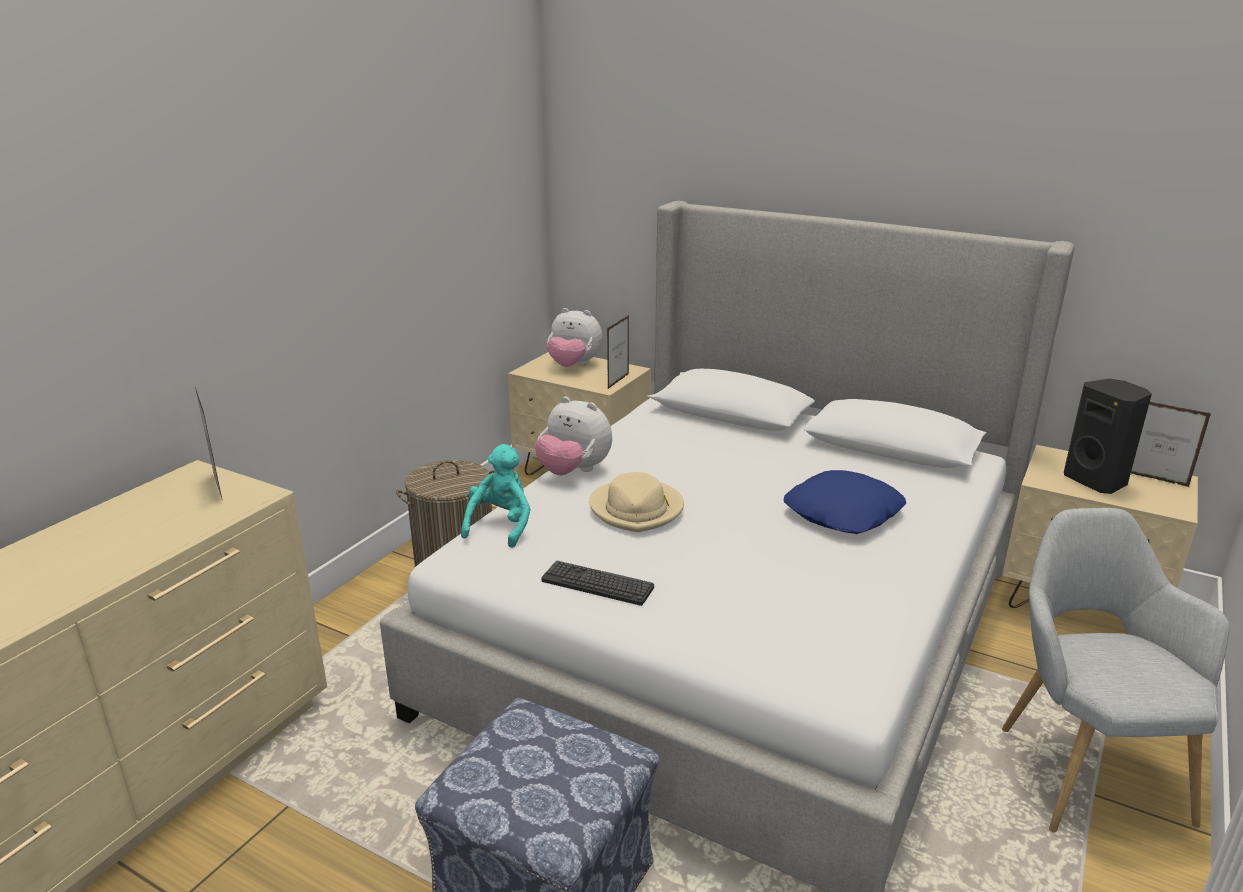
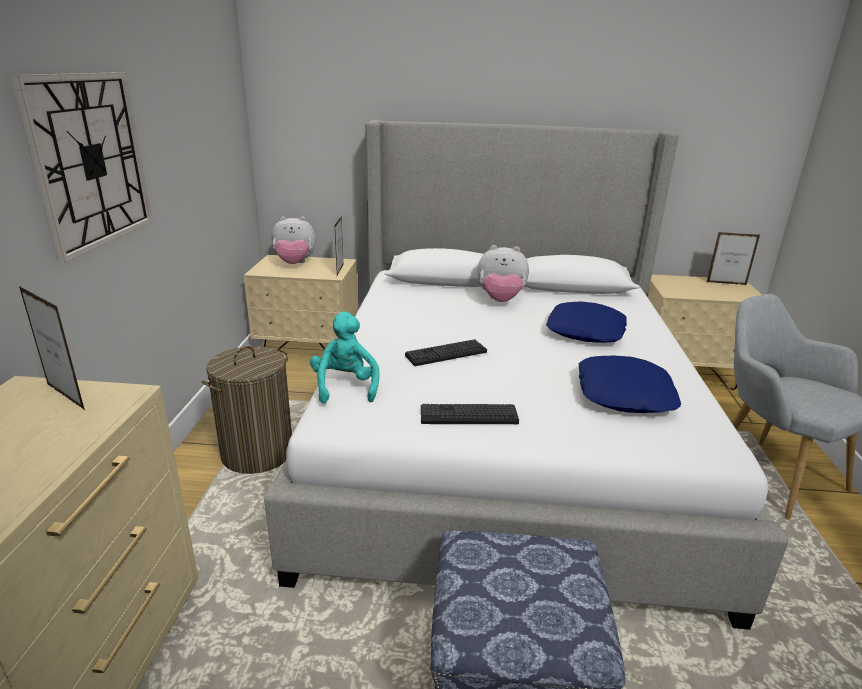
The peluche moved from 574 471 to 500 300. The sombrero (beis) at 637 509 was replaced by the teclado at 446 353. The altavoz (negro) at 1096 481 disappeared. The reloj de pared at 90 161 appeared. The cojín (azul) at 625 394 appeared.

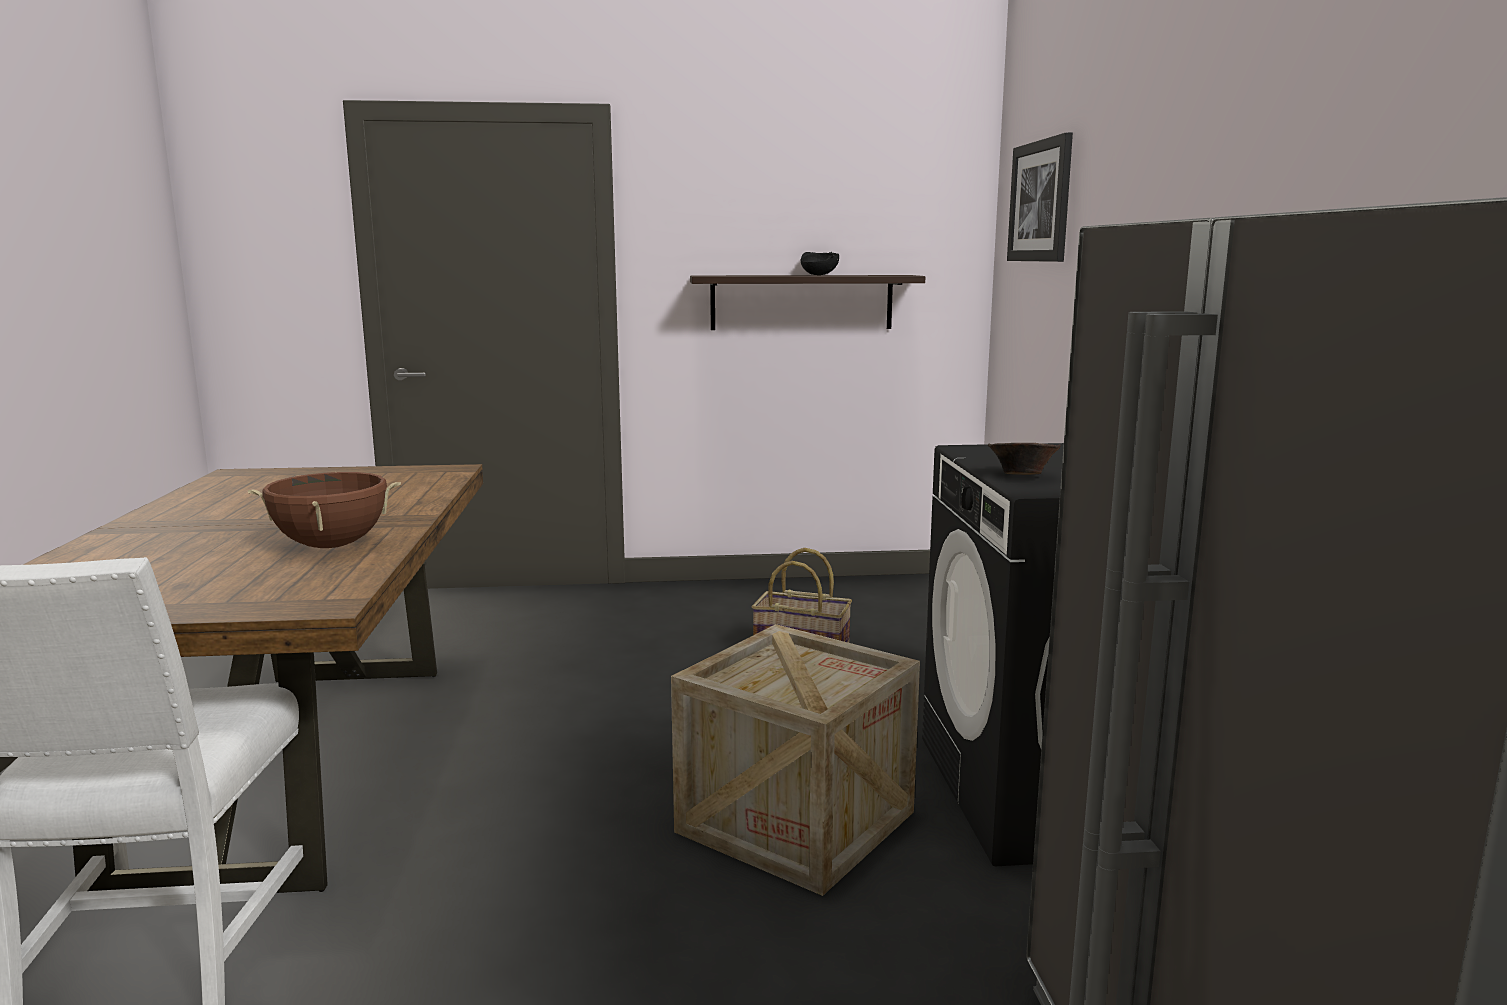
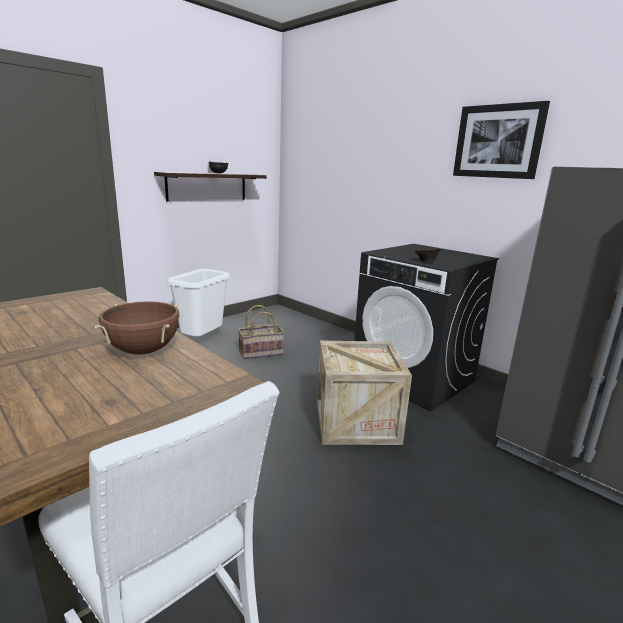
The cuadro moved from 1041 201 to 498 141. The papelera (blanco) at 202 340 appeared.

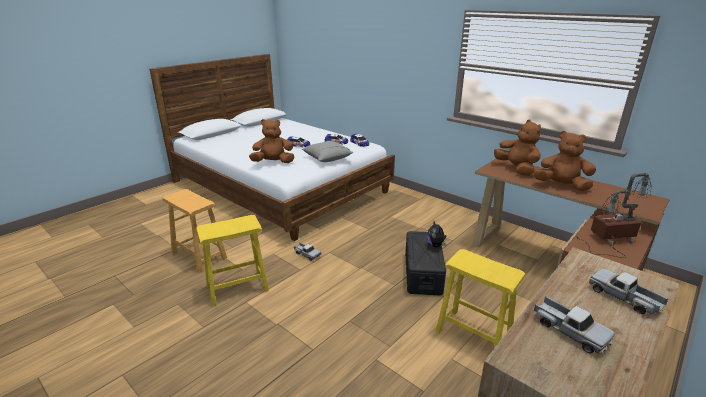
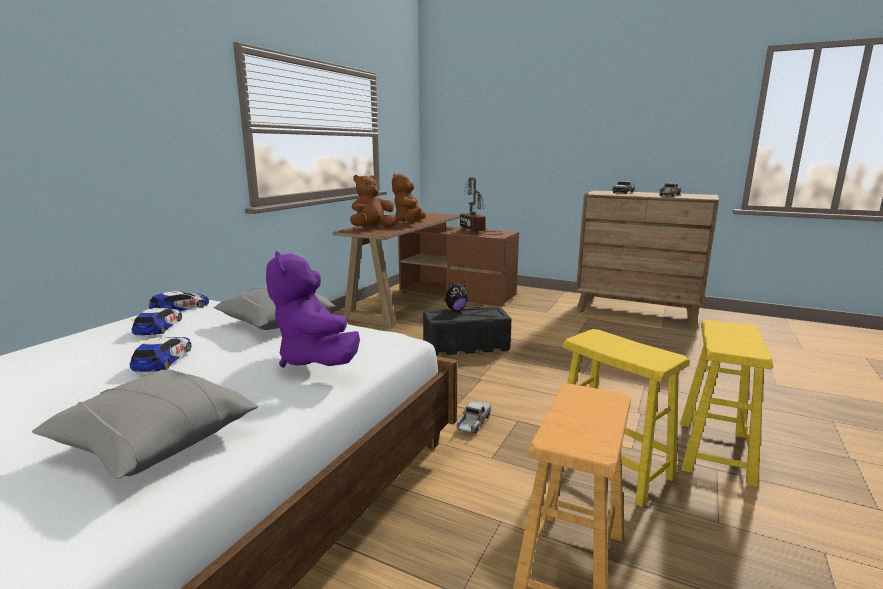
The peluche (marrón) at 273 162 became the peluche (morado) at 315 360. The taburete (amarillo) moved from 473 334 to 715 452. The cojín (gris) at 154 442 appeared.

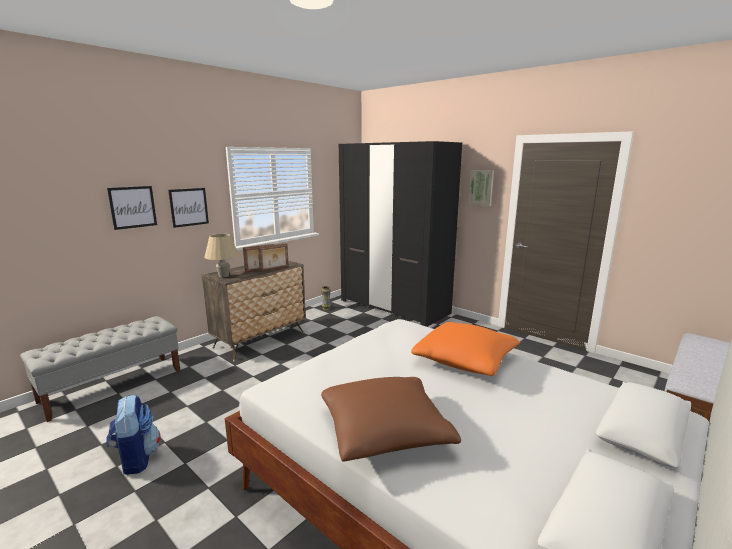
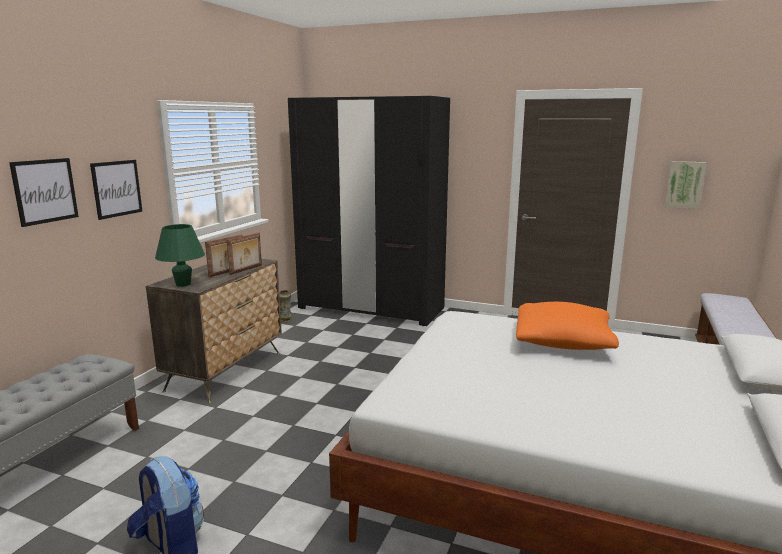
The lámpara de mesa (beis) at 223 276 became the lámpara de mesa (verde) at 183 284. The cojín (marrón) at 384 432 disappeared. The cuadro moved from 481 187 to 685 184.

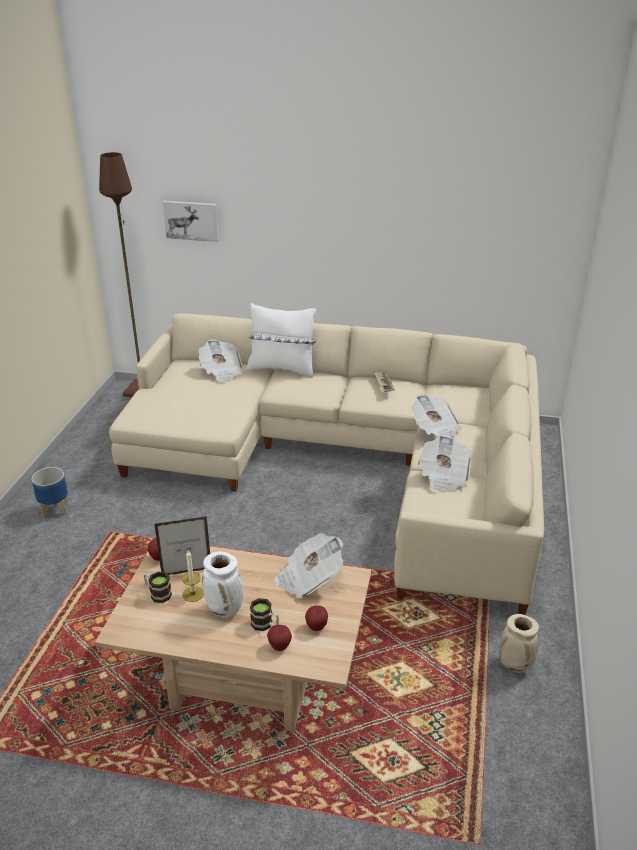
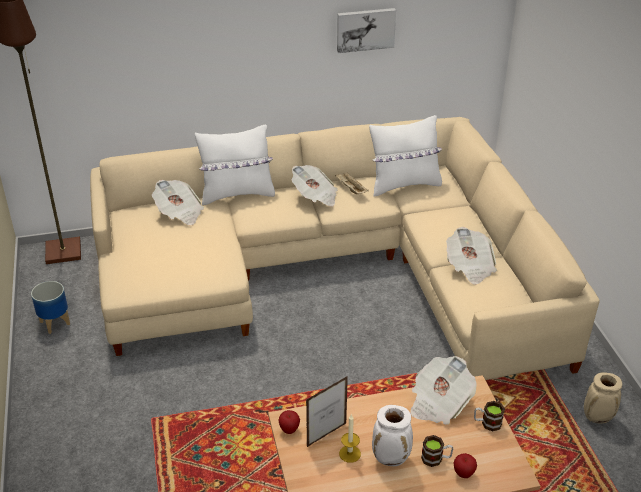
The maceta moved from 55 510 to 55 323. The taza grande moved from 157 594 to 487 423. The cuadro moved from 192 220 to 365 29. The manzana at 316 627 disappeared. The periódico moved from 435 430 to 315 196. The cojín (blanco) at 404 185 appeared.

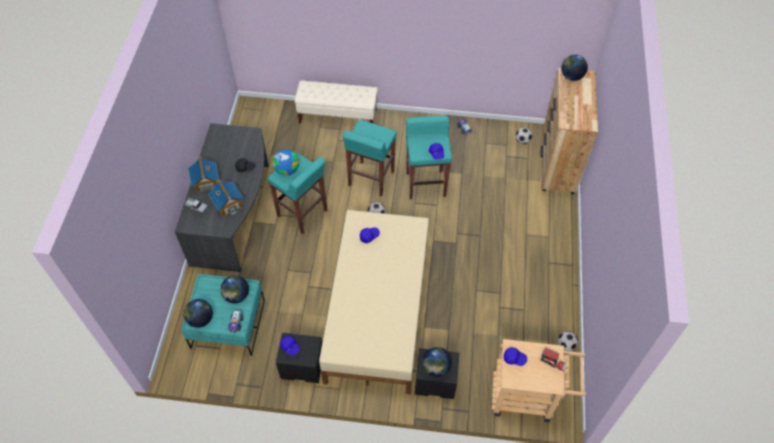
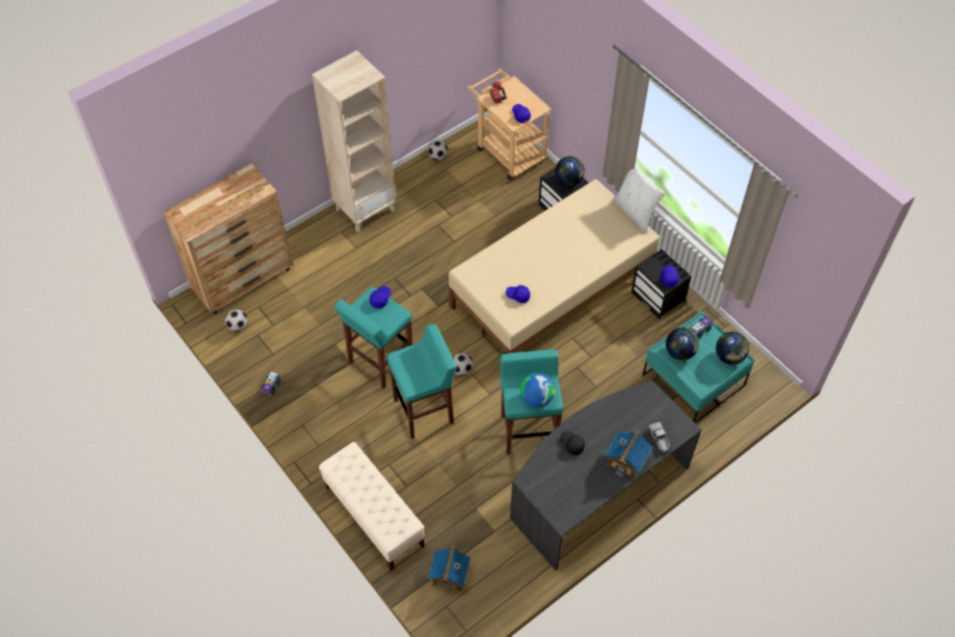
The casita moved from 228 204 to 449 575. The globo terráqueo at 571 76 disappeared. The estantería (beis) at 365 209 appeared. The cojín (blanco) at 635 212 appeared.

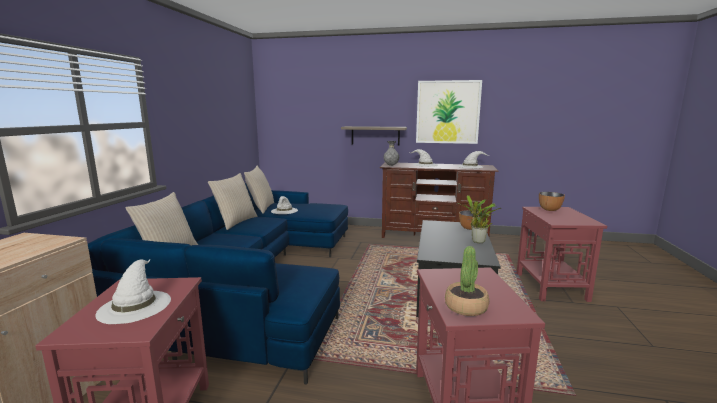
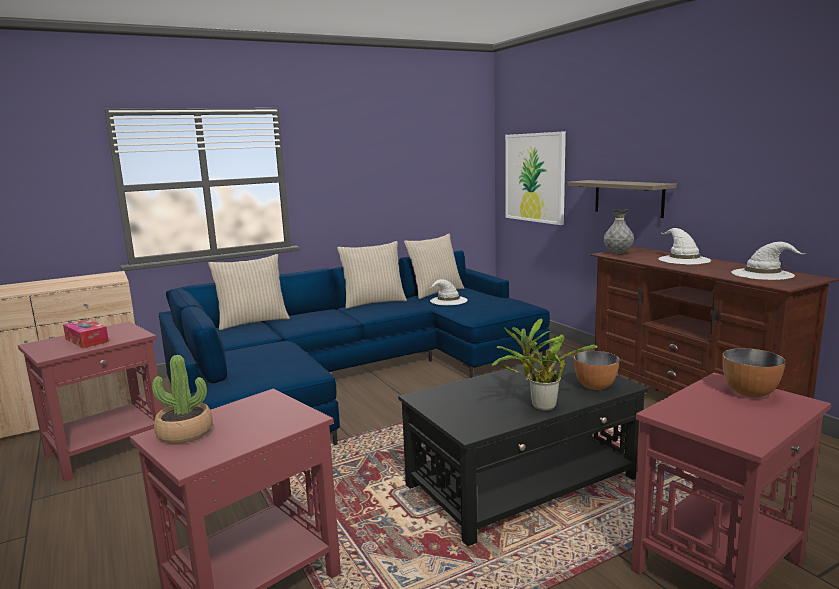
The sombrero (blanco) at 135 305 was replaced by the caja de pañuelos at 87 340. The cuadro moved from 447 112 to 535 177.

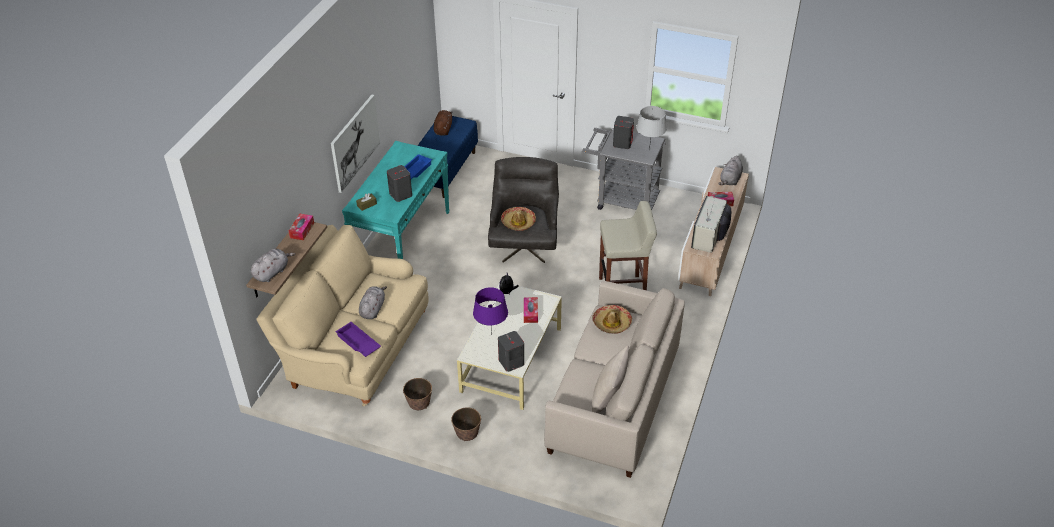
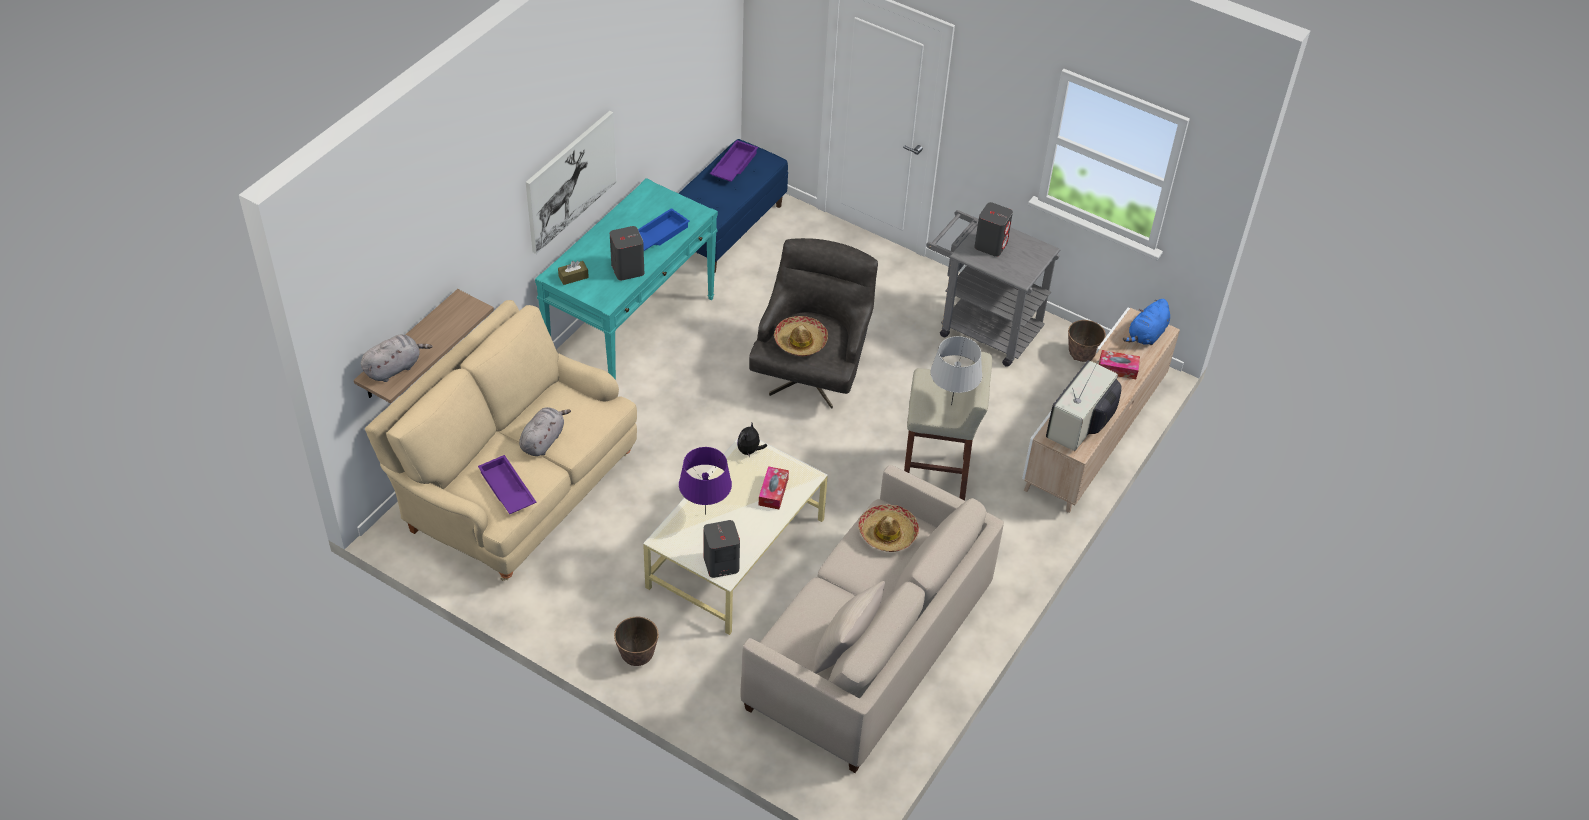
The caja de pañuelos at 302 230 disappeared. The maceta moved from 419 405 to 1081 357. The peluche (marrón) at 443 129 was replaced by the bandeja (morado) at 733 165. The lámpara de mesa (gris) moved from 649 150 to 951 405. The peluche (gris) at 730 180 became the peluche (azul) at 1146 335.

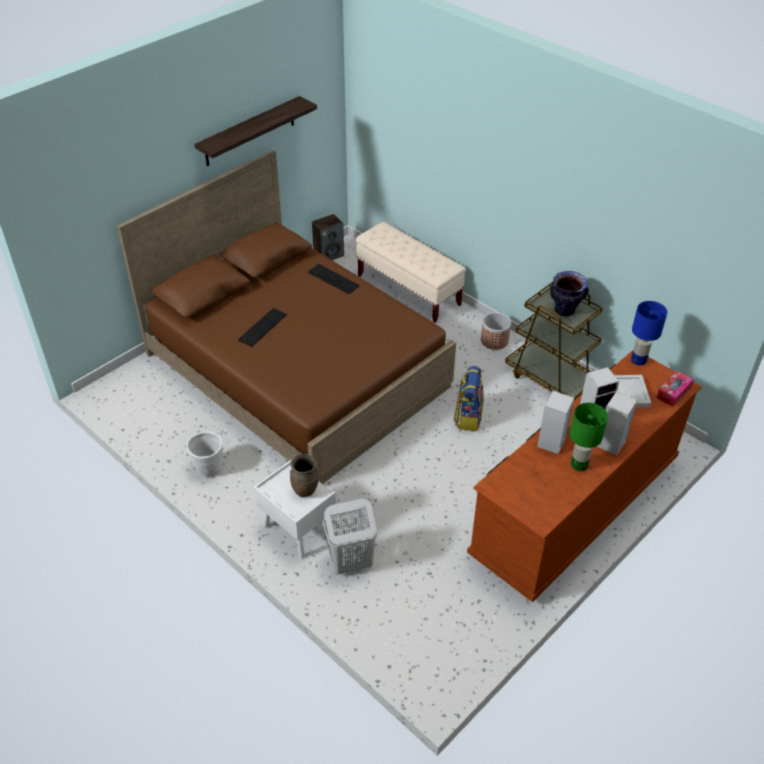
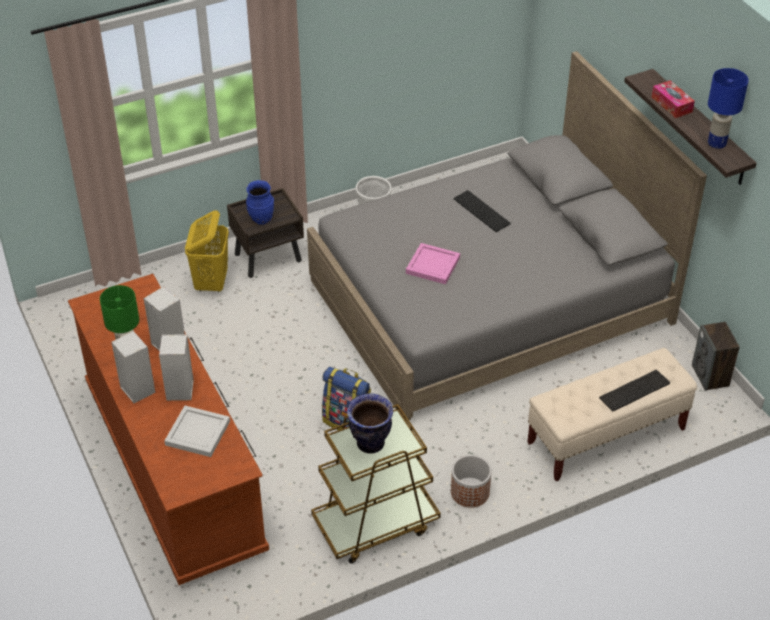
The cama (marrón) at 297 369 became the cama (gris) at 490 301. The mesita de noche (blanco) at 297 530 became the mesita de noche (marrón) at 268 257. The florero (marrón) at 305 490 became the florero (azul) at 261 219. The teclado moved from 334 278 to 635 392. The cesto de la ropa (blanco) at 350 563 became the cesto de la ropa (amarillo) at 211 282. The lámpara de mesa (azul) moved from 638 361 to 716 143. The caja de pañuelos moved from 673 393 to 671 104. The bandeja (rosa) at 432 265 appeared.

